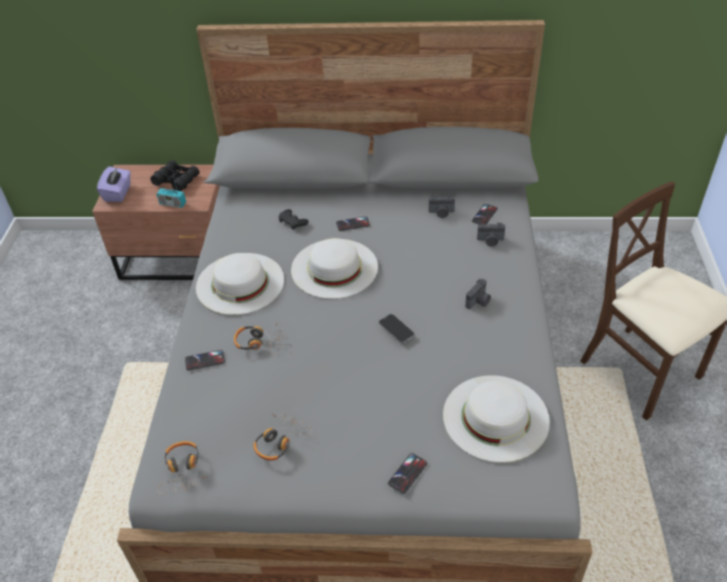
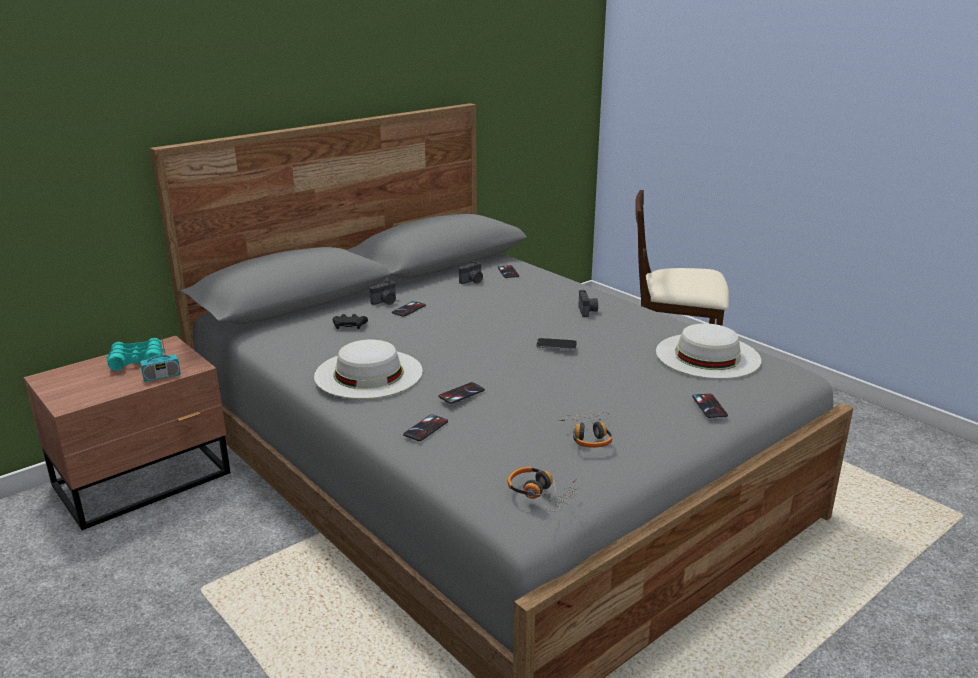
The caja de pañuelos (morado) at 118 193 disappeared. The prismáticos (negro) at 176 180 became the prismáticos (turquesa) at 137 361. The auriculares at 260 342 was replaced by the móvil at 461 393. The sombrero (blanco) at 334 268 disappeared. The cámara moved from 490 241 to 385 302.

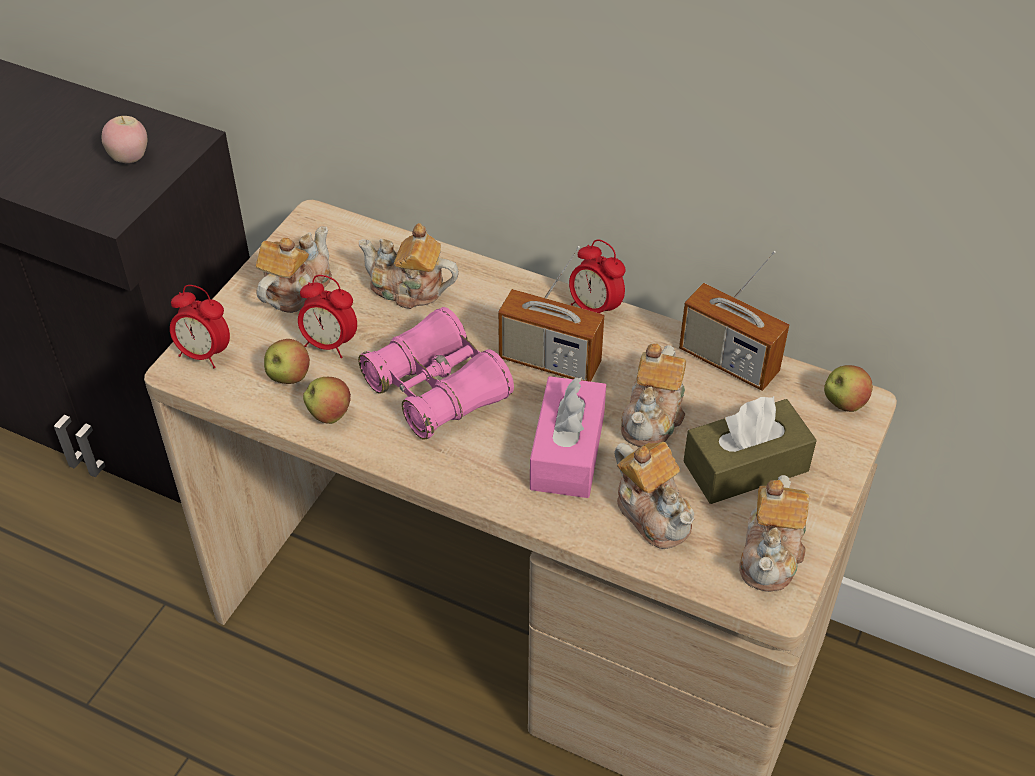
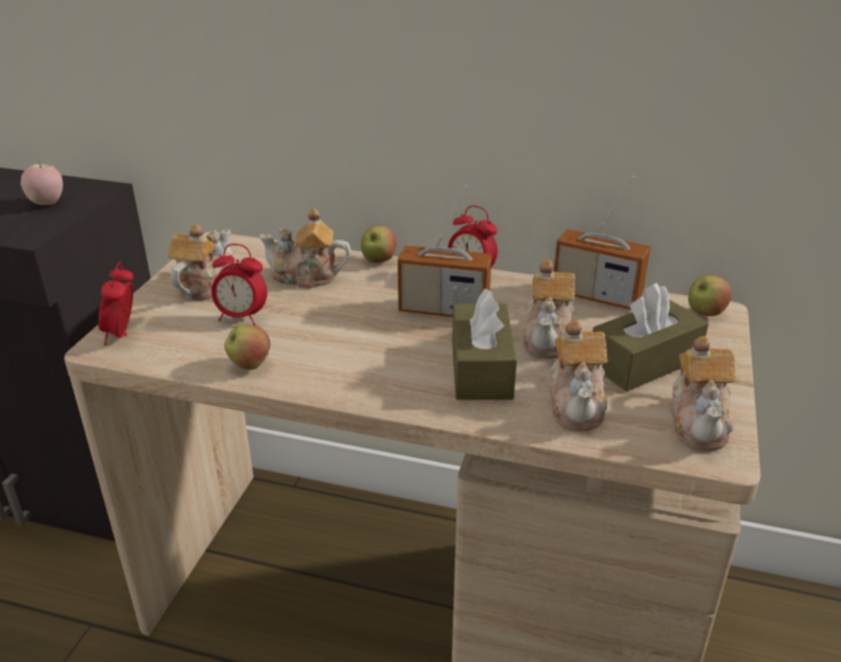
The despertador at 204 354 turned 75 degrees clockwise. The manzana moved from 289 377 to 378 260. The prismáticos (rosa) at 436 390 disappeared. The caja de pañuelos (rosa) at 567 451 became the caja de pañuelos (marrón) at 481 368. The tetera at 653 513 turned 45 degrees clockwise.

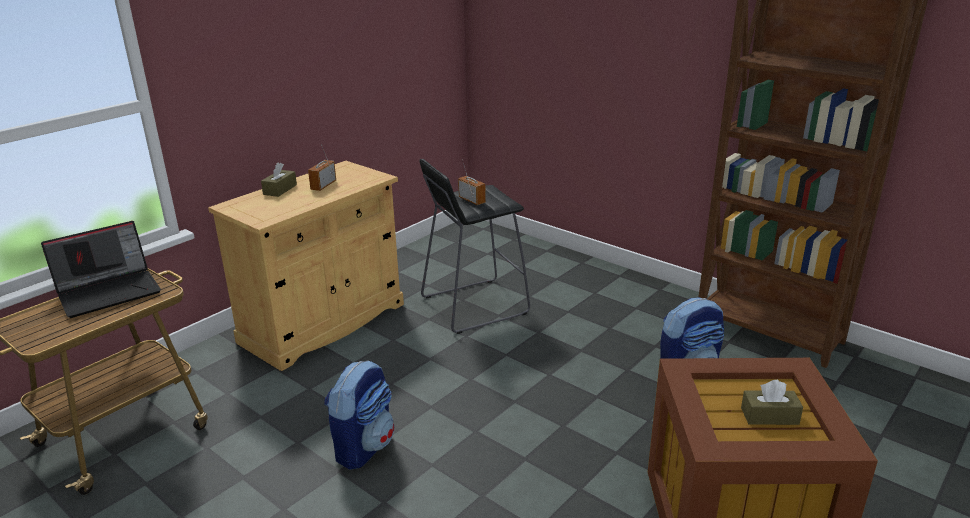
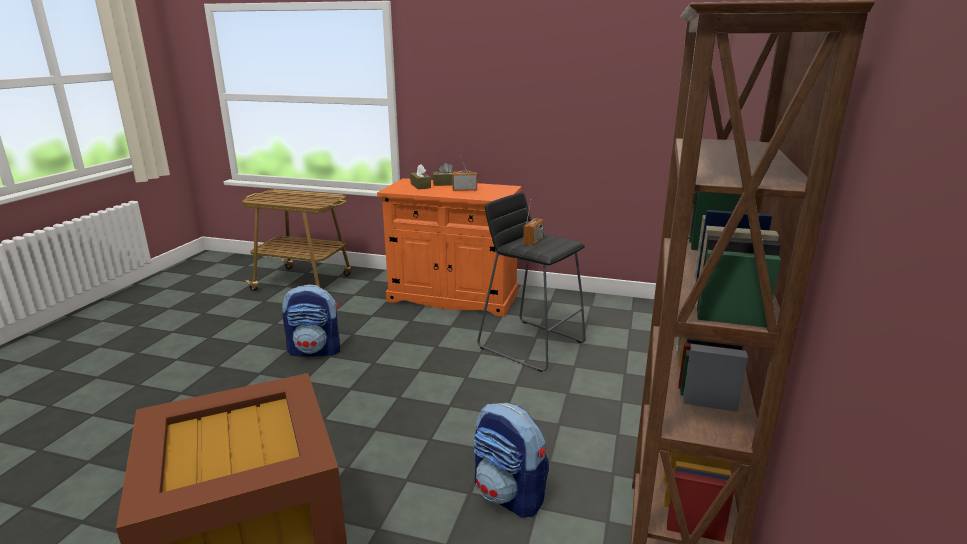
The portátil at 110 291 disappeared. The armario (beis) at 323 323 became the armario (naranja) at 453 297. The caja de pañuelos (marrón) moved from 769 416 to 420 186.

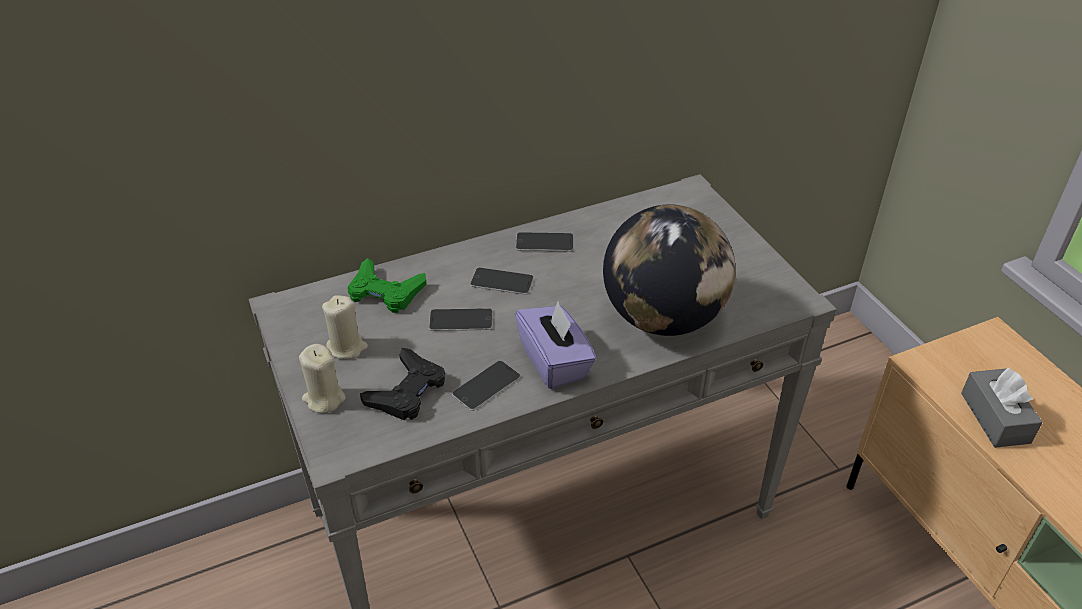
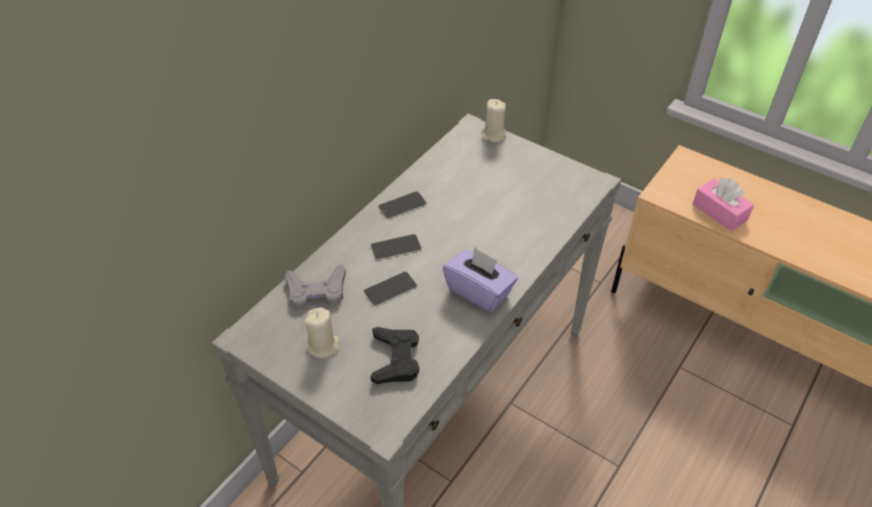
The vela (beis) moved from 324 399 to 493 135. The mando de consola (verde) at 385 292 became the mando de consola (gris) at 317 291. The móvil at 486 385 disappeared. The globo terráqueo at 663 318 disappeared. The caja de pañuelos (gris) at 995 418 became the caja de pañuelos (rosa) at 719 212.

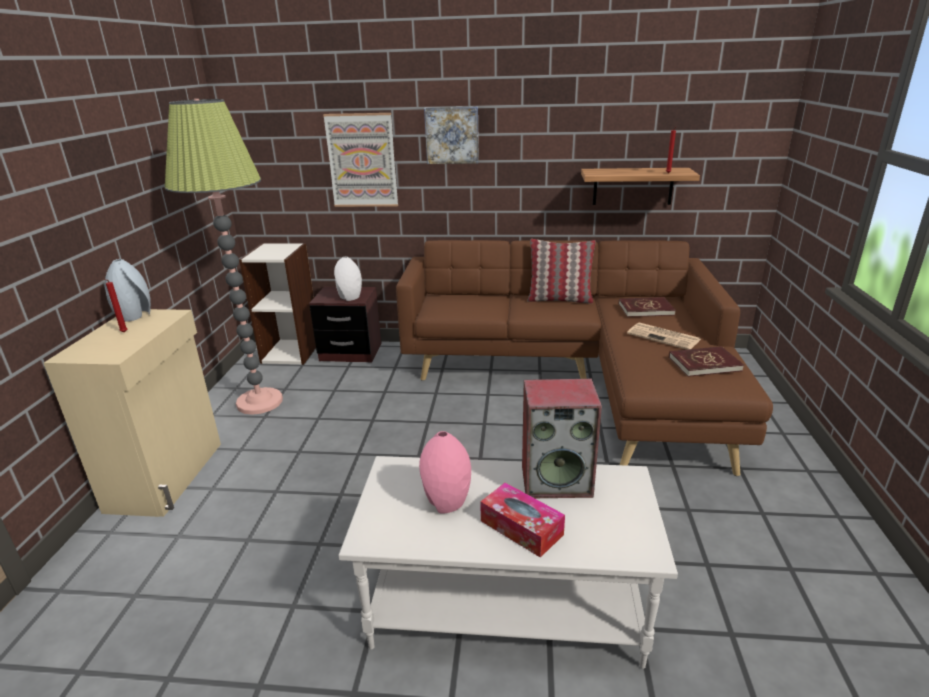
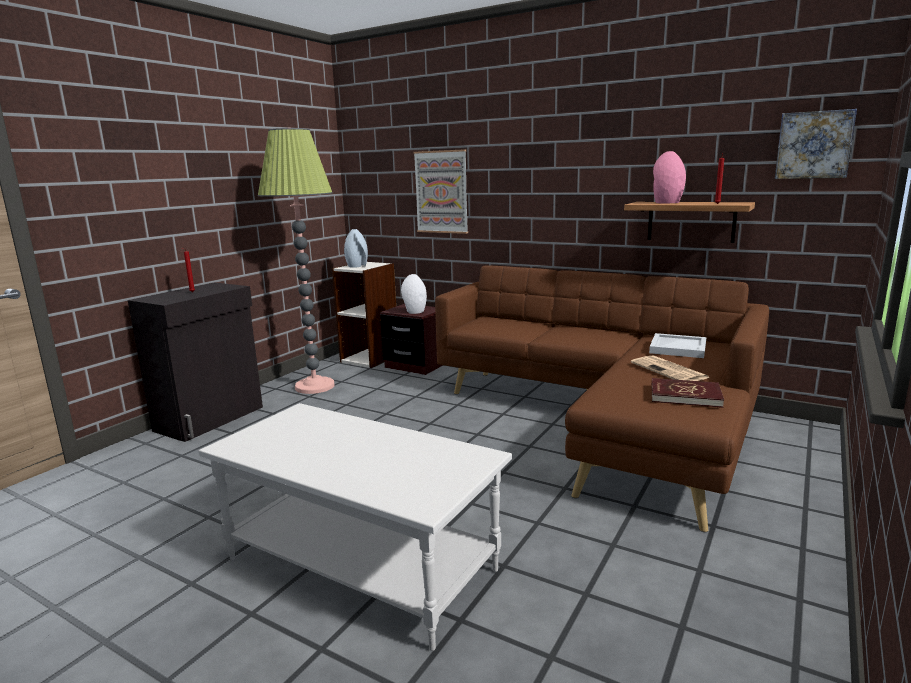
The armario (beis) at 168 475 became the armario (negro) at 211 419. The florero (gris) moved from 135 316 to 357 266. The florero (rosa) moved from 446 501 to 667 203. The cuadro moved from 452 135 to 814 145. The caja de pañuelos at 521 527 disappeared. The altavoz at 557 480 disappeared. The cojín at 559 299 disappeared. The libro (rojo) at 645 309 was replaced by the bandeja (blanco) at 678 348.

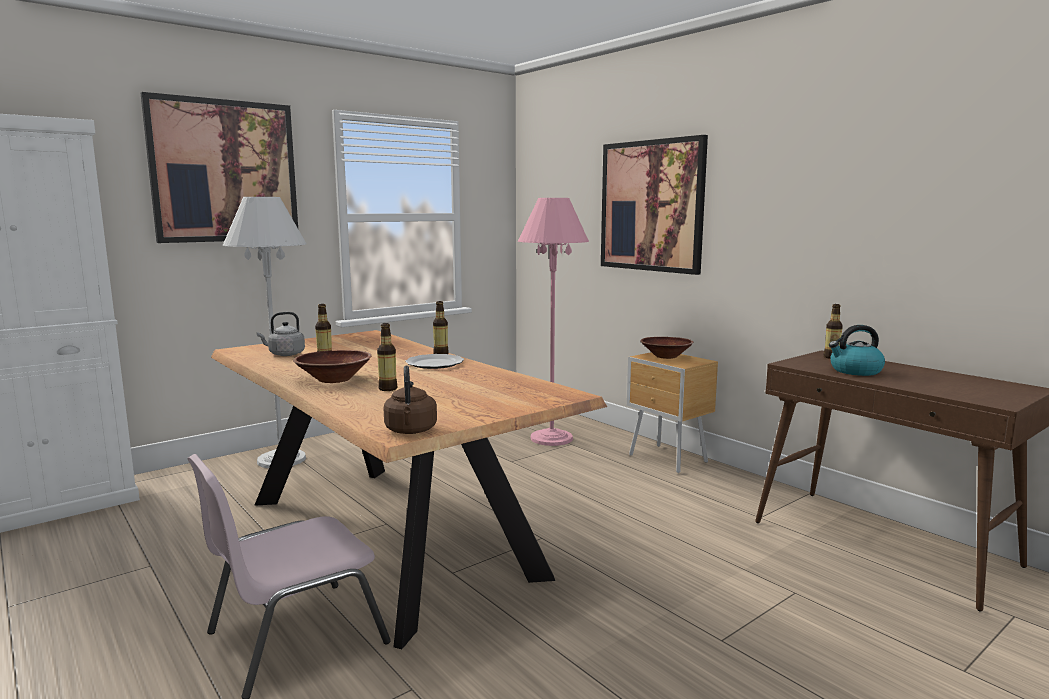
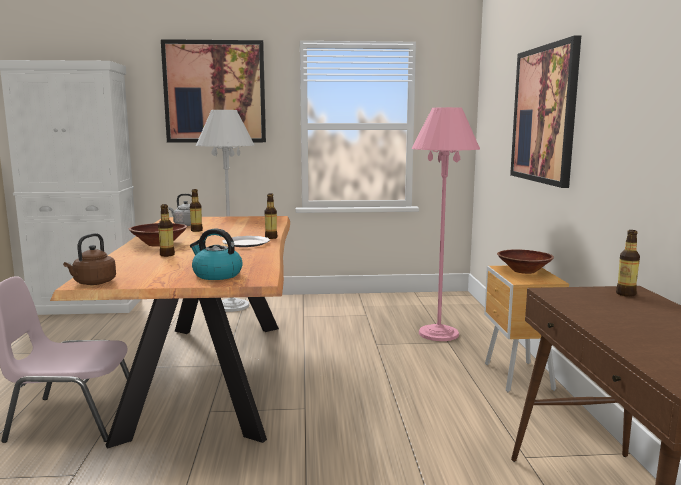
The hervidor moved from 855 371 to 216 275.

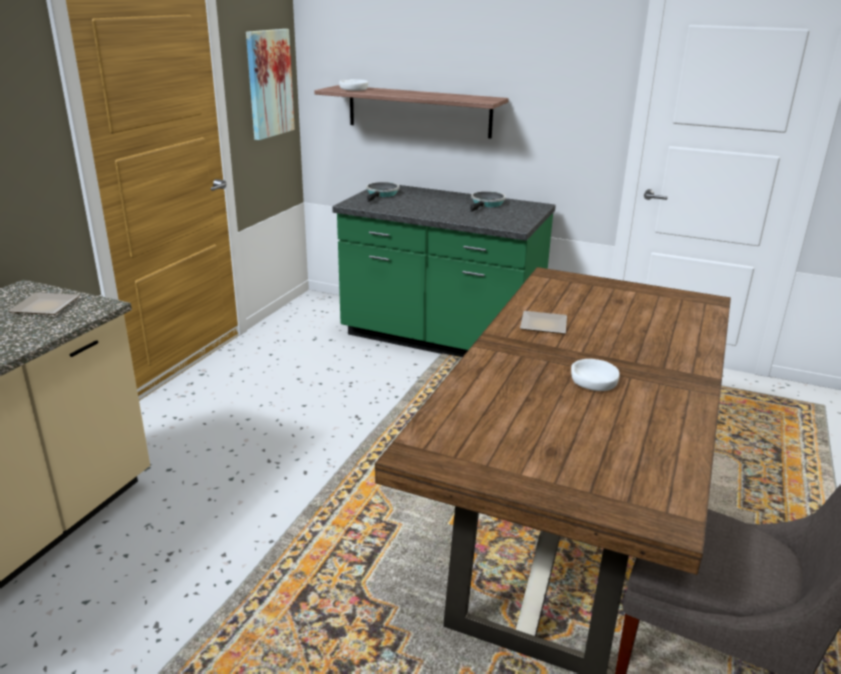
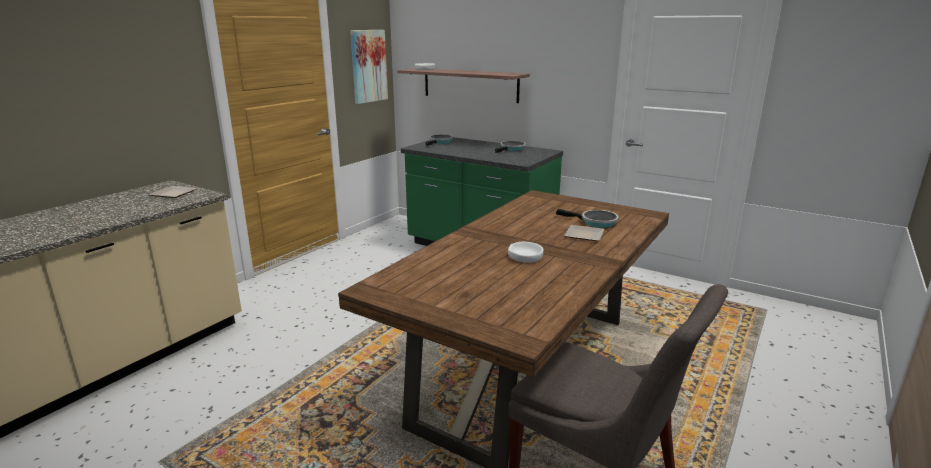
The plato moved from 545 326 to 585 236. The sartén at 595 222 appeared.

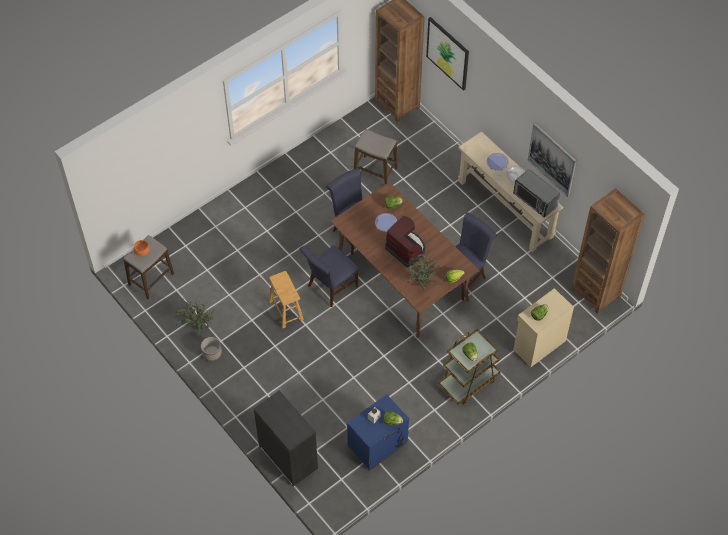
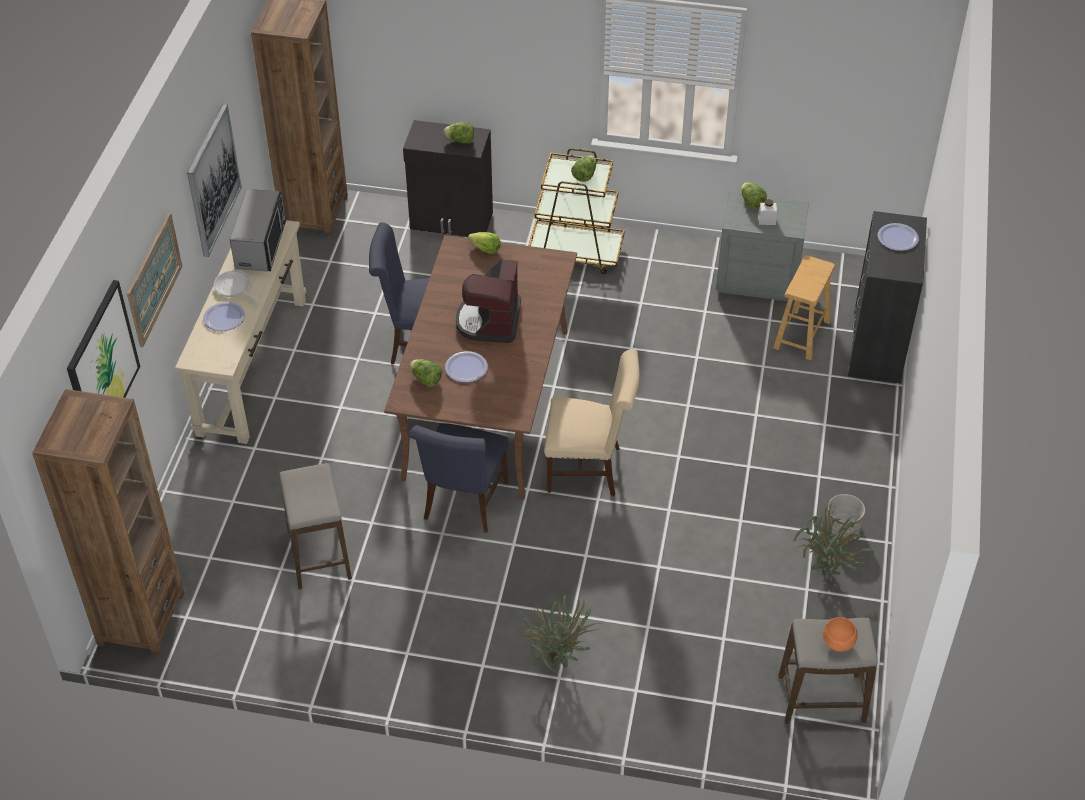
The taburete (marrón) moved from 286 311 to 802 335. The silla (azul) at 330 288 became the silla (beis) at 590 469. The mesita de noche (azul) at 378 445 became the mesita de noche (gris) at 758 279. The planta en maceta moved from 421 285 to 559 662. The armario (beis) at 538 345 became the armario (negro) at 451 221. The cuadro at 154 279 appeared. The plato at 898 238 appeared.

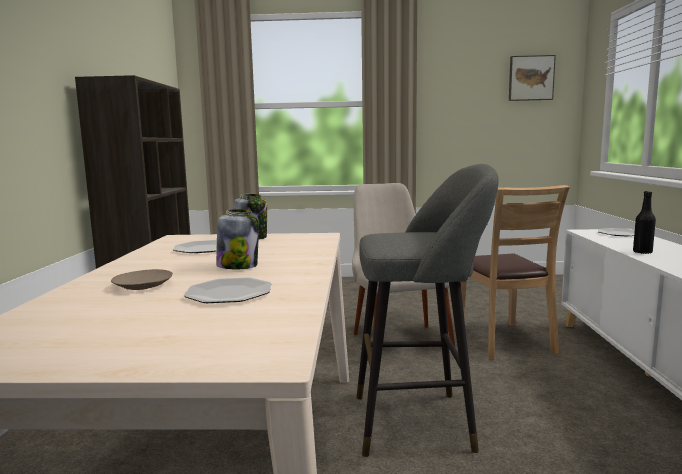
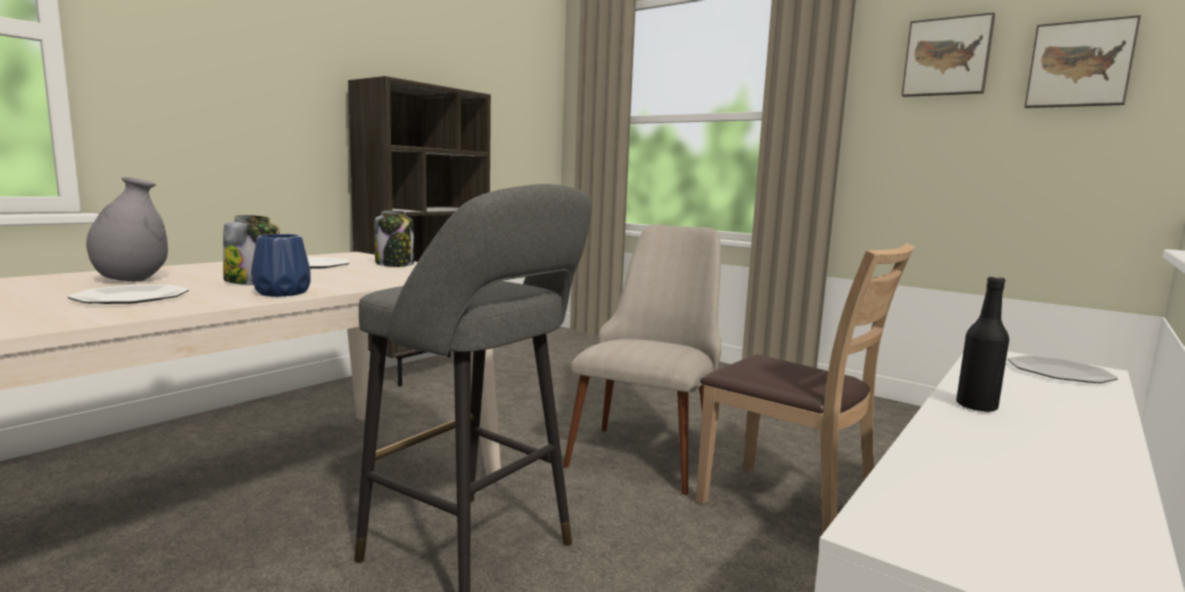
The plato (beis) at 143 286 was replaced by the florero (gris) at 131 280. The silla (marrón) at 504 341 turned 75 degrees counterclockwise. The florero (azul) at 282 292 appeared. The cuadro at 947 57 appeared.

